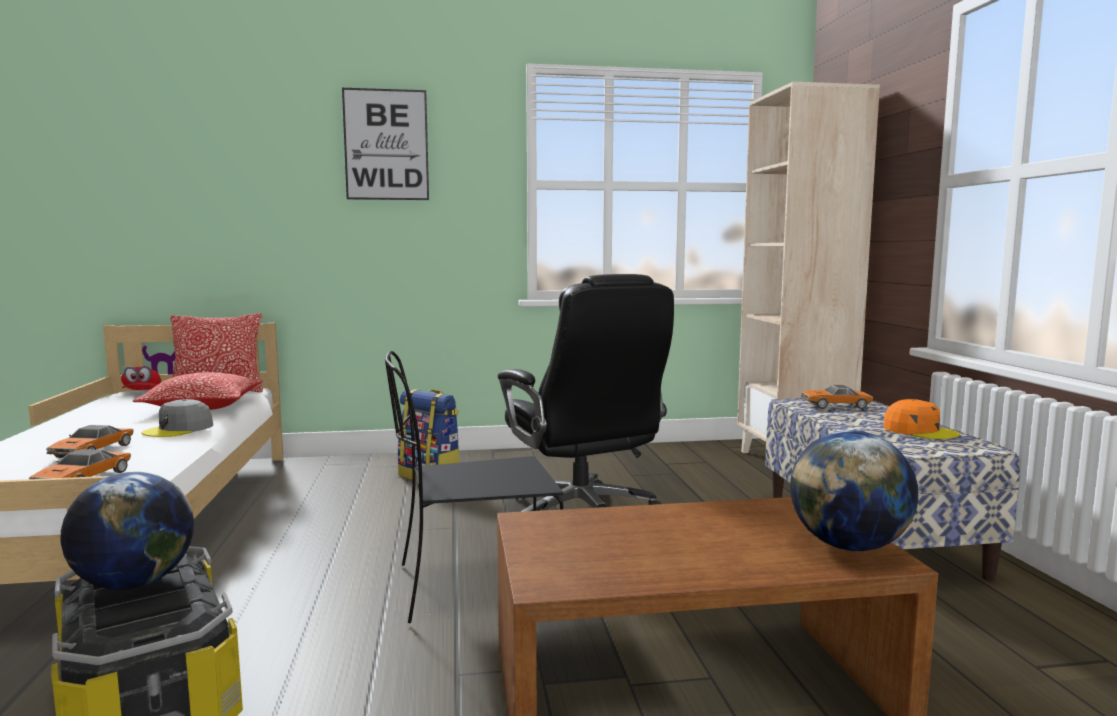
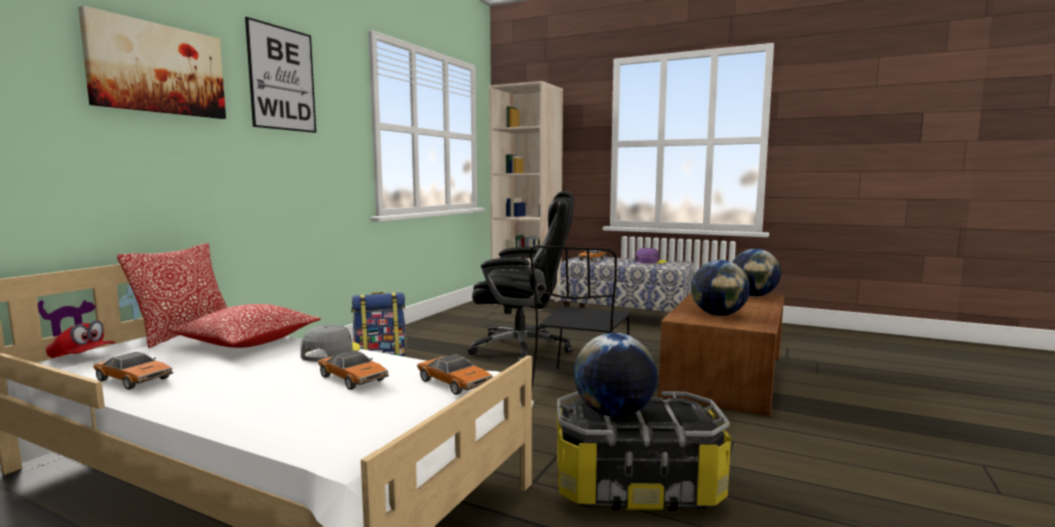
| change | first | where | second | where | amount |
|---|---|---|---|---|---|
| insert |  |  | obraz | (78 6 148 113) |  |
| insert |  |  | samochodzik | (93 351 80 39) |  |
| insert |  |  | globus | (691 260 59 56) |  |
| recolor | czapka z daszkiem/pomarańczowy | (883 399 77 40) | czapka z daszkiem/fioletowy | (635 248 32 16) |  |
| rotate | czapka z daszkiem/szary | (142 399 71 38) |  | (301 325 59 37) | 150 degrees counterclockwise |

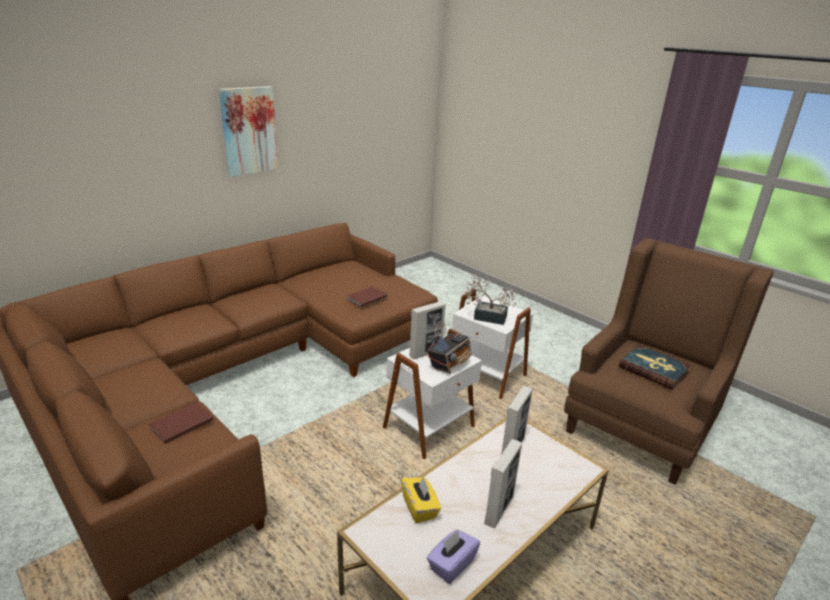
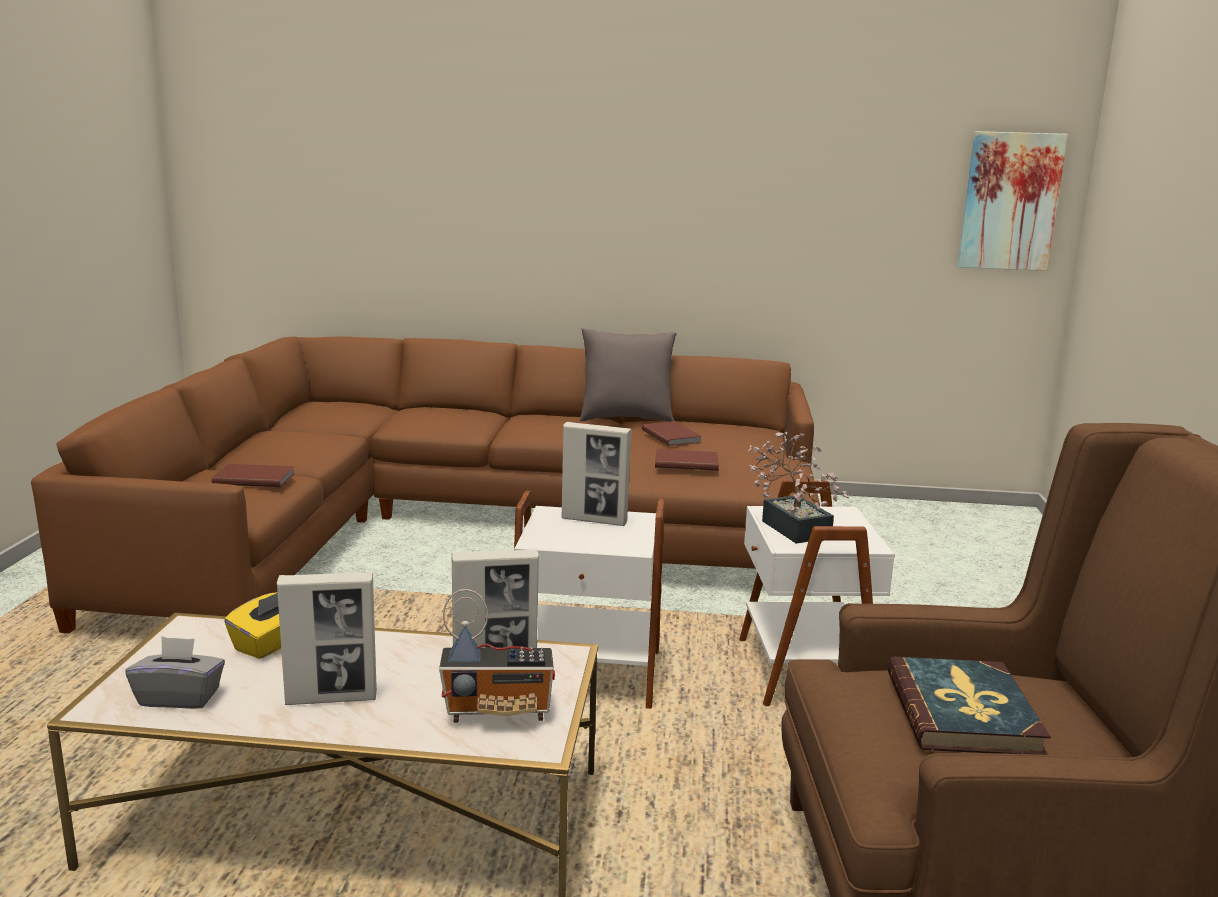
| change | first | where | second | where | amount |
|---|---|---|---|---|---|
| insert |  |  | poduszka/szary | (580 328 97 94) |  |
| insert |  |  | książka/brązowy | (642 421 60 25) |  |
| move | obraz | (219 86 59 91) |  | (957 131 111 140) |  |
| move | radio | (427 321 45 52) |  | (439 589 116 134) |  |
| recolor | pudełko chusteczek/fioletowy | (427 529 53 55) | pudełko chusteczek/szary | (125 637 100 72) |  |

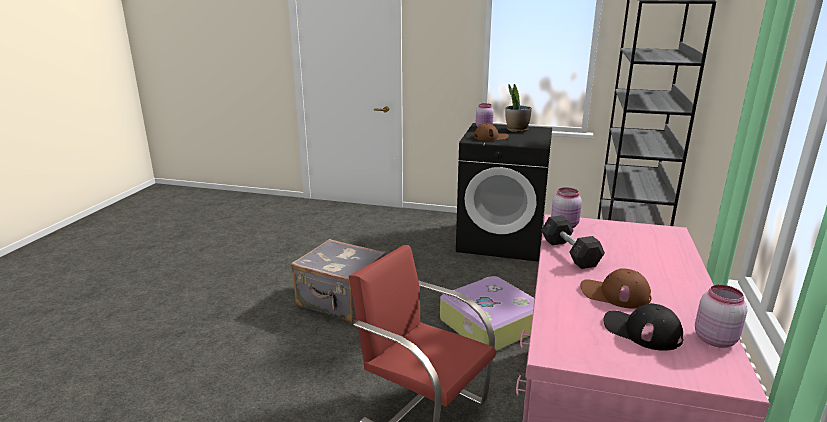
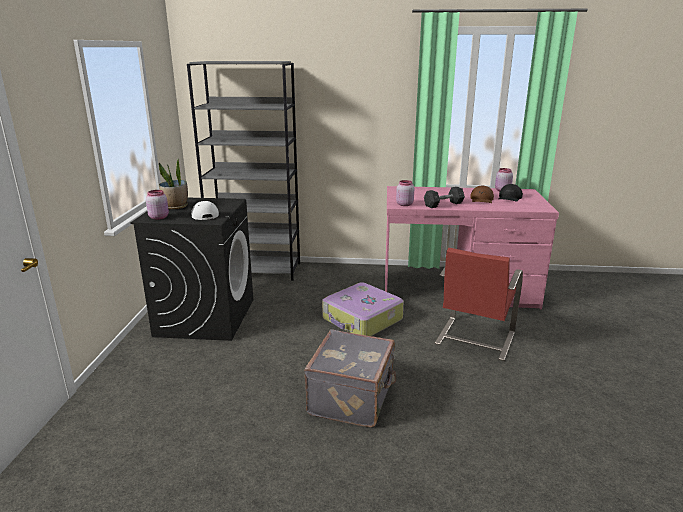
| change | first | where | second | where | amount |
|---|---|---|---|---|---|
| recolor | czapka z daszkiem/brązowy | (474 124 35 17) | czapka z daszkiem/biały | (191 201 28 19) |  |

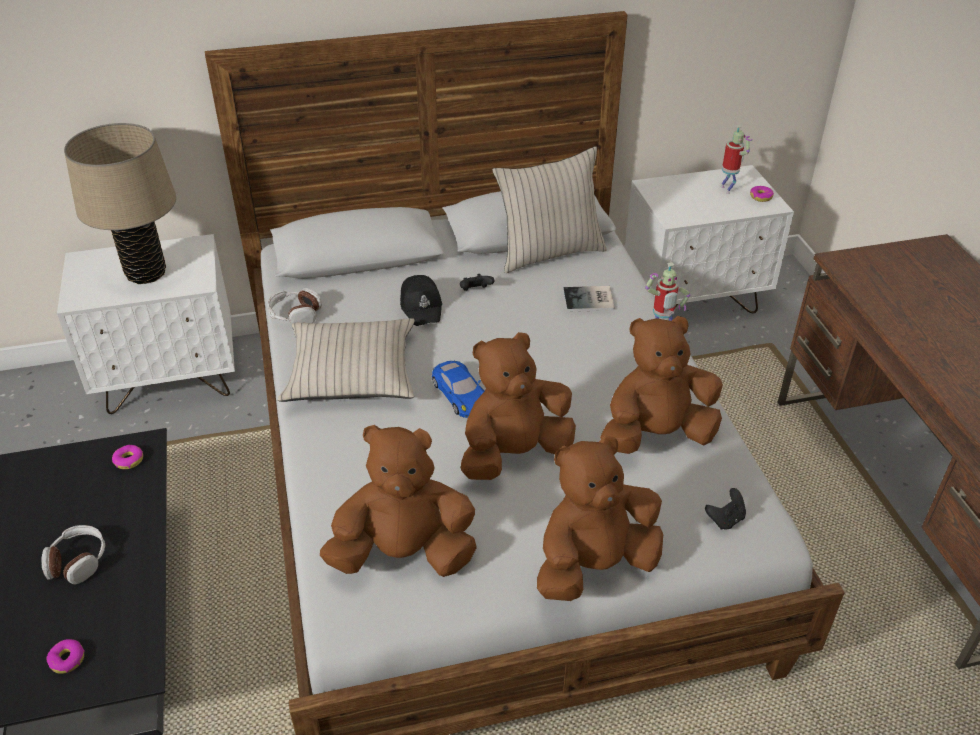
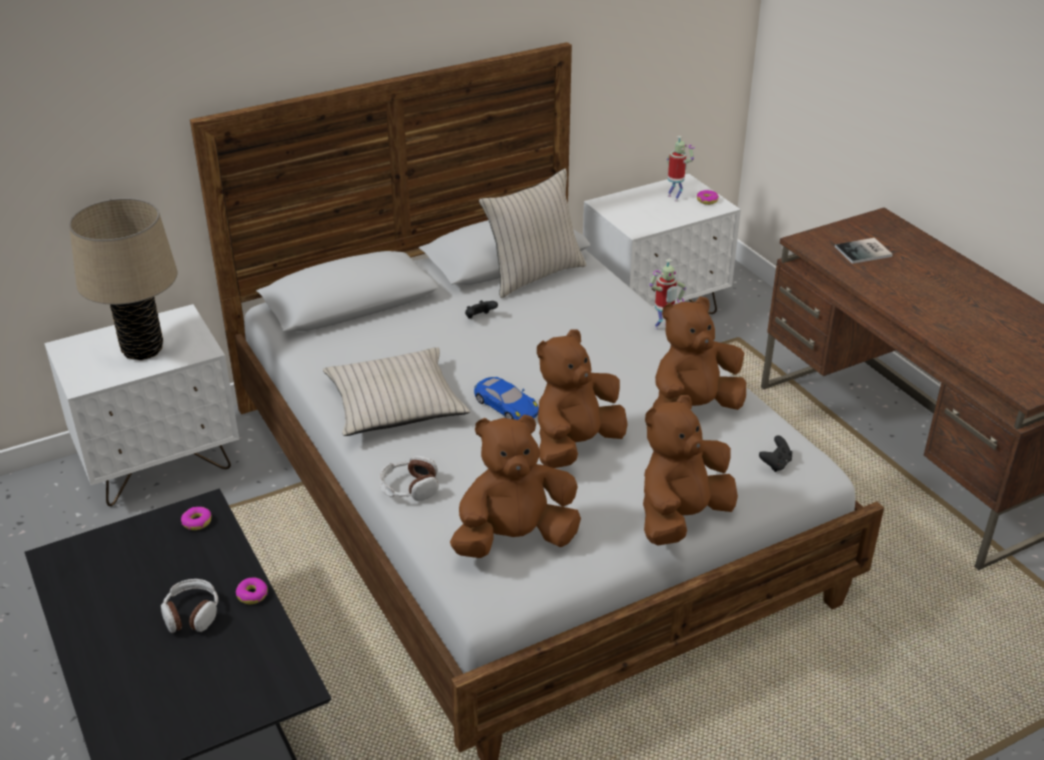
| change | first | where | second | where | amount |
|---|---|---|---|---|---|
| delete | czapka z daszkiem/czarny | (400 275 42 51) |  |  |  |
| move | donut | (46 639 39 35) |  | (236 578 32 26) |  |
| move | słuchawki | (268 288 54 36) |  | (380 456 59 45) |  |
| move | książka | (563 286 52 26) |  | (835 238 58 26) |  |

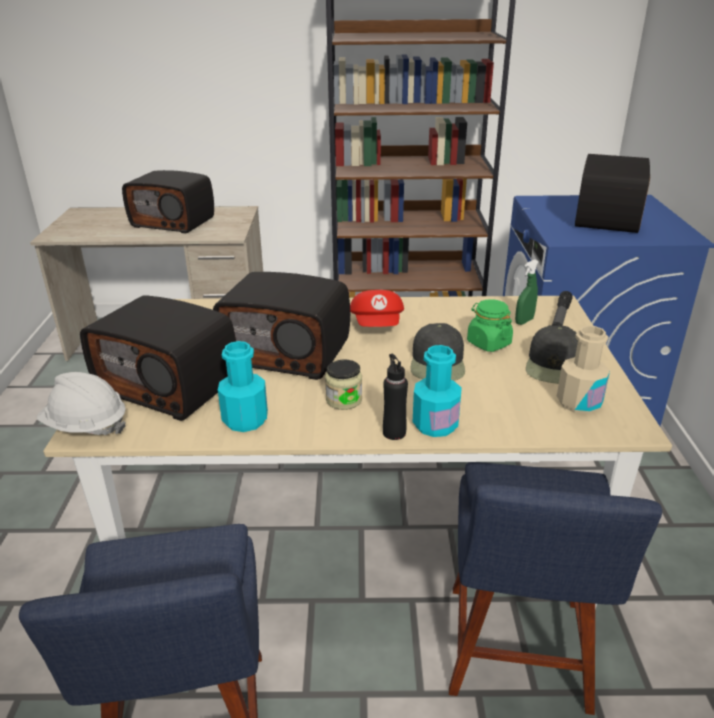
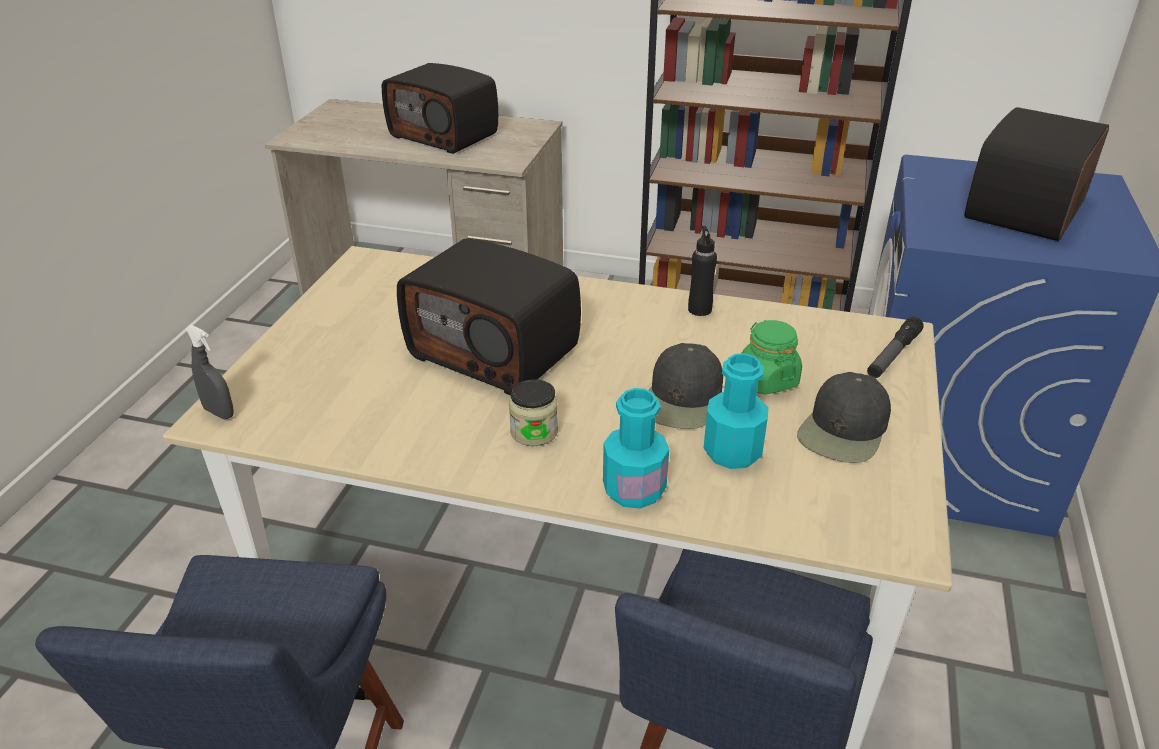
| change | first | where | second | where | amount |
|---|---|---|---|---|---|
| delete | radio | (80 295 156 126) |  |  |  |
| delete | czapka z daszkiem/czerwony | (350 290 54 37) |  |  |  |
| delete | spryskiwacz/zielony | (515 259 23 66) |  |  |  |
| delete | butelka/beżowy | (557 326 53 88) |  |  |  |
| move | butelka/turkusowy | (218 341 50 91) |  | (703 353 66 116) |  |
| move | butelka/czarny | (383 354 25 86) |  | (688 226 29 90) |  |
| replace | kask/biały | (37 372 89 63) | spryskiwacz/szary | (185 325 49 94) |  |

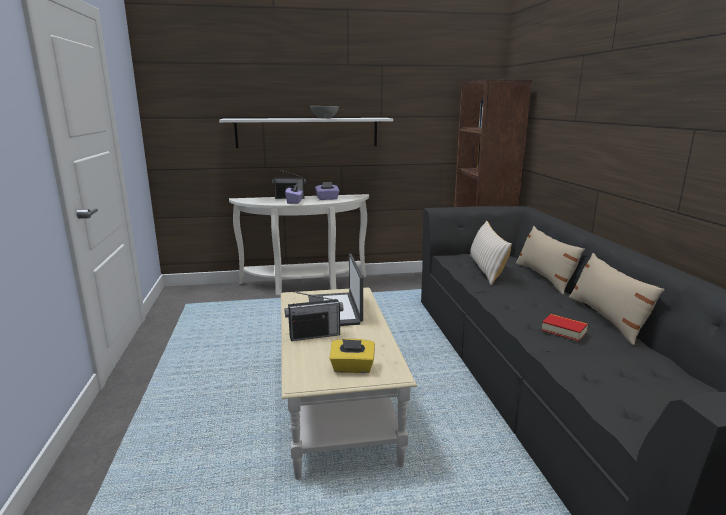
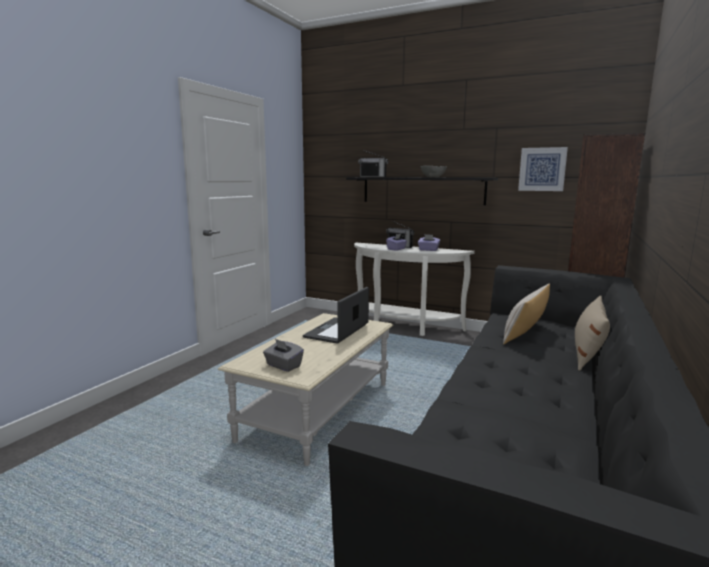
| change | first | where | second | where | amount |
|---|---|---|---|---|---|
| delete | książka | (541 314 47 27) |  |  |  |
| delete | poduszka/beżowy | (569 253 96 92) |  |  |  |
| insert |  |  | obraz | (518 147 50 44) |  |
| move | radio | (285 291 58 50) |  | (358 150 30 27) |  |
| recolor | półka/biały | (219 118 174 30) | półka/czarny | (346 177 152 28) |  |
| recolor | pudełko chusteczek/żółty | (330 338 45 35) | pudełko chusteczek/szary | (263 339 41 33) |  |

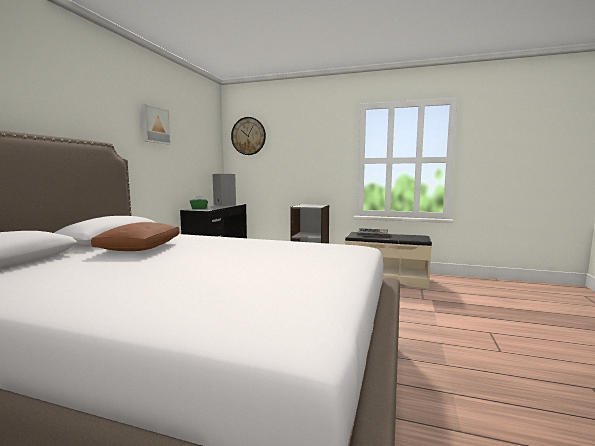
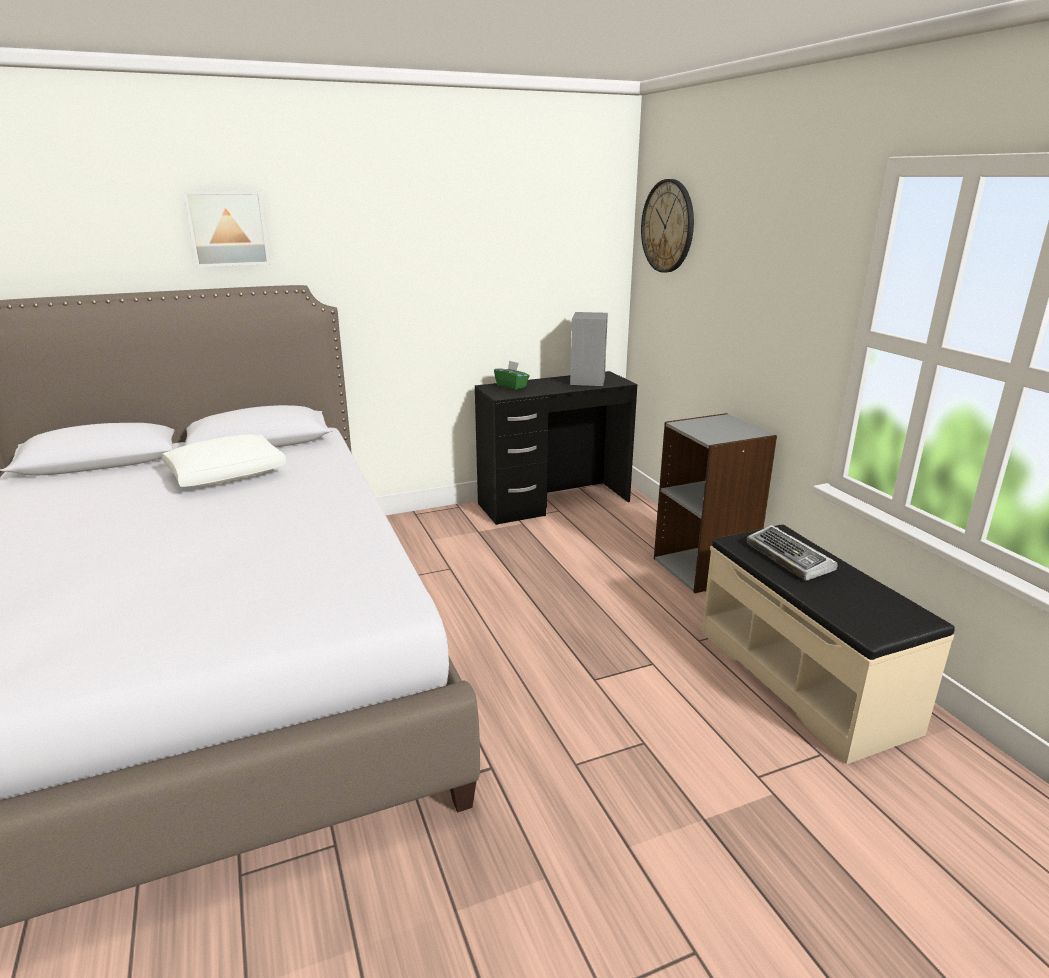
| change | first | where | second | where | amount |
|---|---|---|---|---|---|
| move | obraz | (141 104 30 41) |  | (184 191 86 76) |  |
| recolor | poduszka/brązowy | (91 222 88 29) | poduszka/biały | (162 434 124 53) |  |

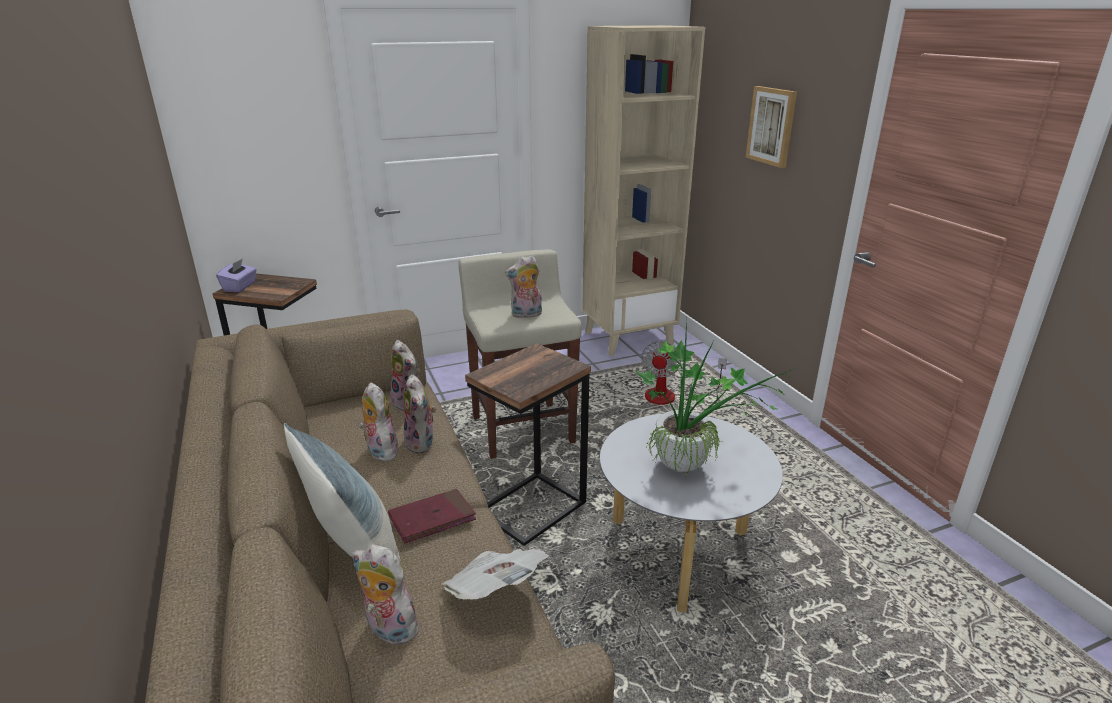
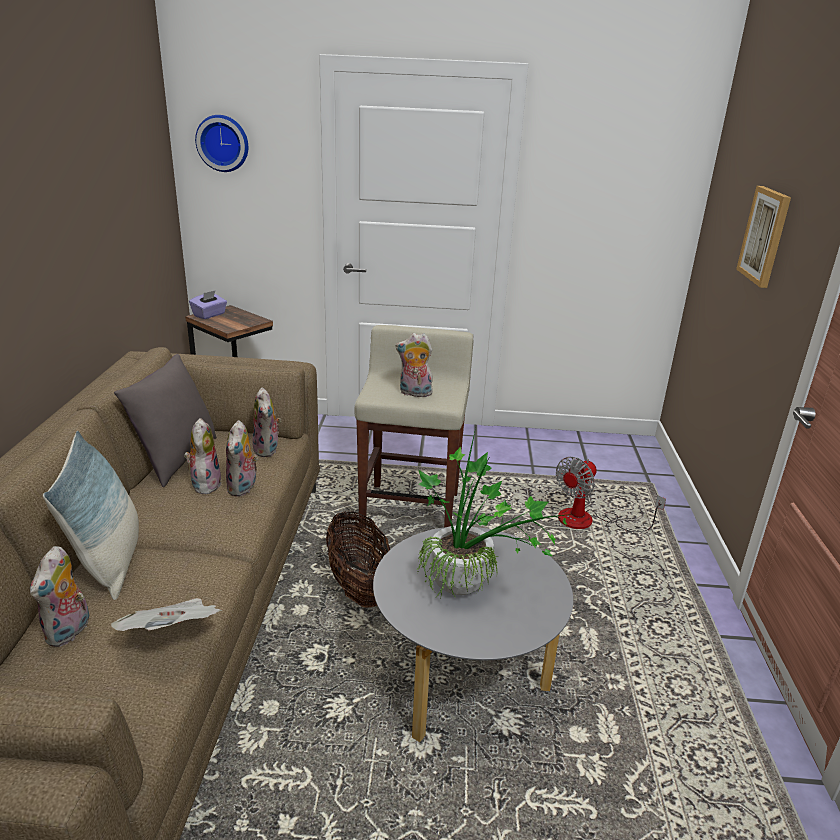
| change | first | where | second | where | amount |
|---|---|---|---|---|---|
| delete | książka/czerwony | (388 489 88 54) |  |  |  |
| delete | regał/beżowy | (582 25 123 331) |  |  |  |
| insert |  |  | poduszka/szary | (114 354 103 133) |  |
| insert |  |  | zegar ścienny | (195 115 53 57) |  |
| replace | stolik | (465 343 126 203) | koszyk | (326 512 64 96) |  |
| rotate | pluszak | (353 544 65 101) |  | (30 546 59 101) | 135 degrees counterclockwise |

